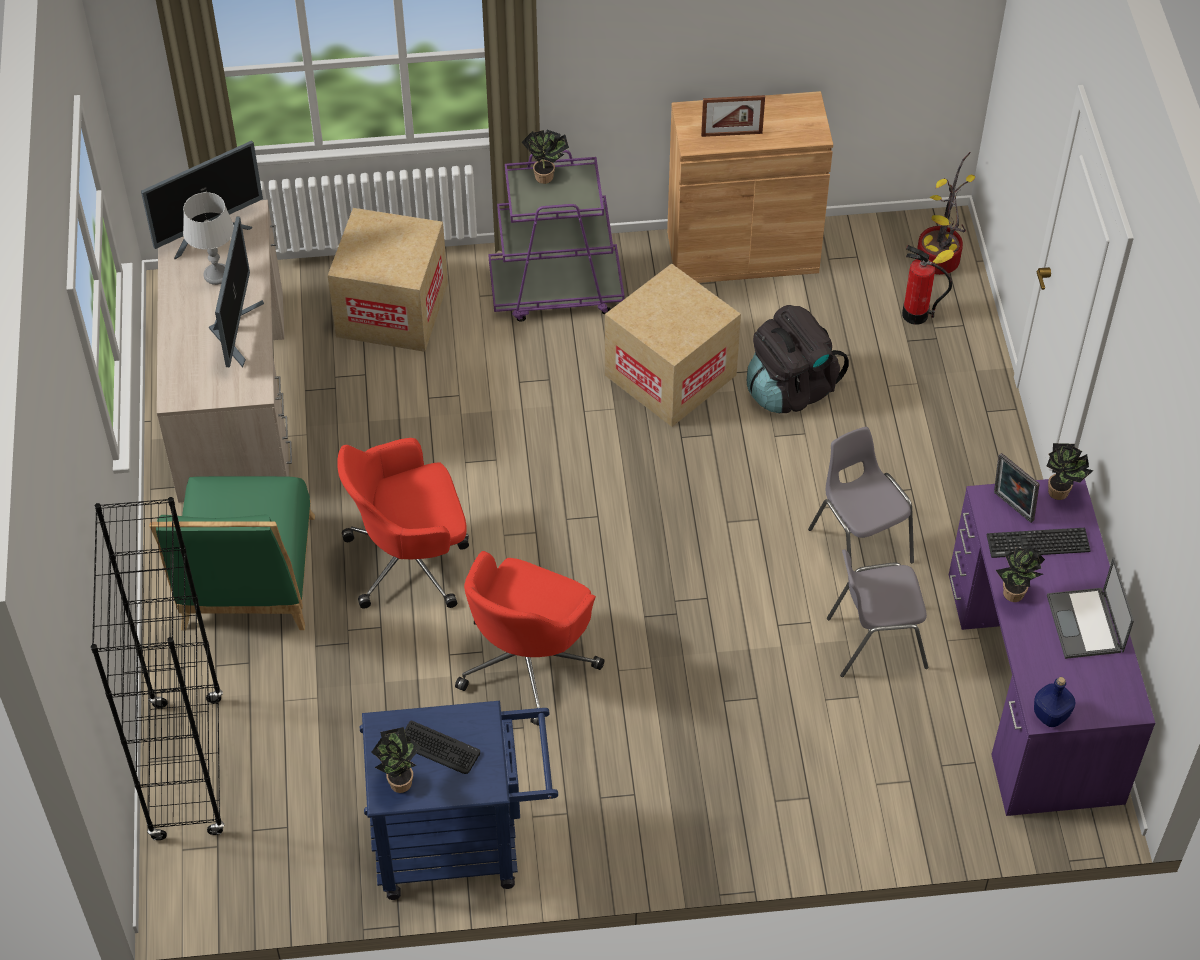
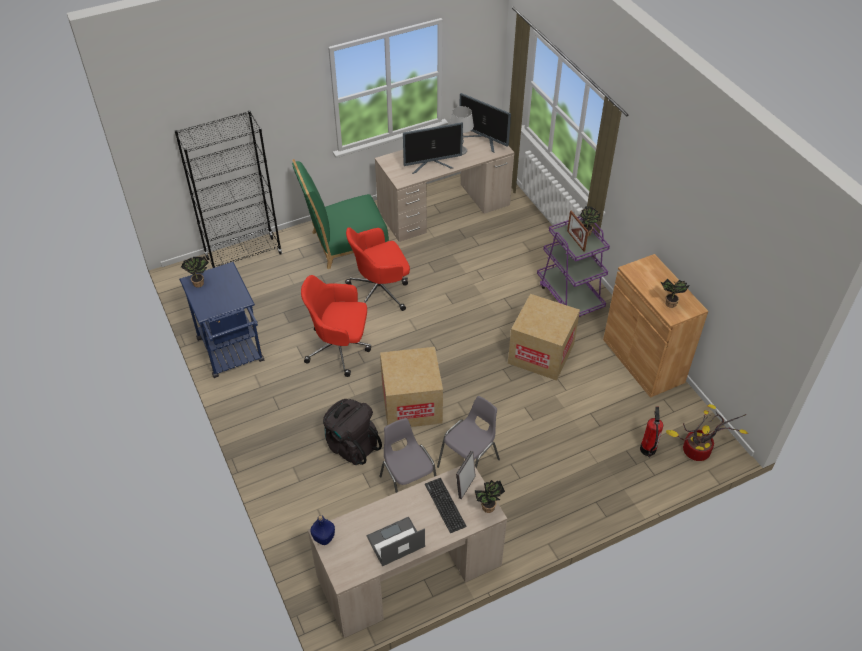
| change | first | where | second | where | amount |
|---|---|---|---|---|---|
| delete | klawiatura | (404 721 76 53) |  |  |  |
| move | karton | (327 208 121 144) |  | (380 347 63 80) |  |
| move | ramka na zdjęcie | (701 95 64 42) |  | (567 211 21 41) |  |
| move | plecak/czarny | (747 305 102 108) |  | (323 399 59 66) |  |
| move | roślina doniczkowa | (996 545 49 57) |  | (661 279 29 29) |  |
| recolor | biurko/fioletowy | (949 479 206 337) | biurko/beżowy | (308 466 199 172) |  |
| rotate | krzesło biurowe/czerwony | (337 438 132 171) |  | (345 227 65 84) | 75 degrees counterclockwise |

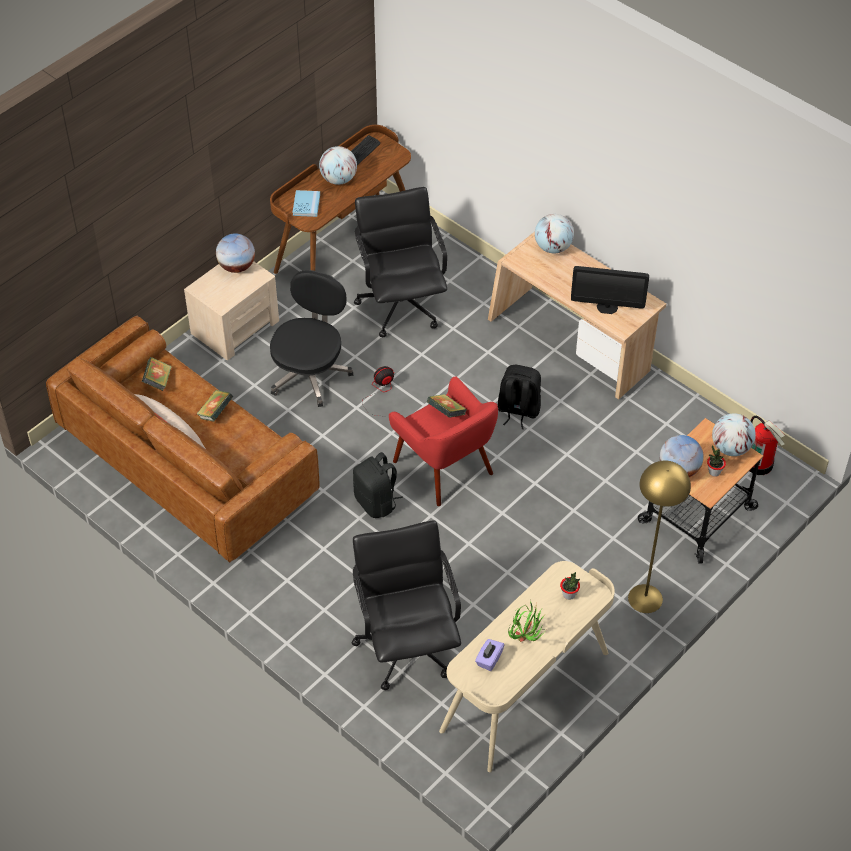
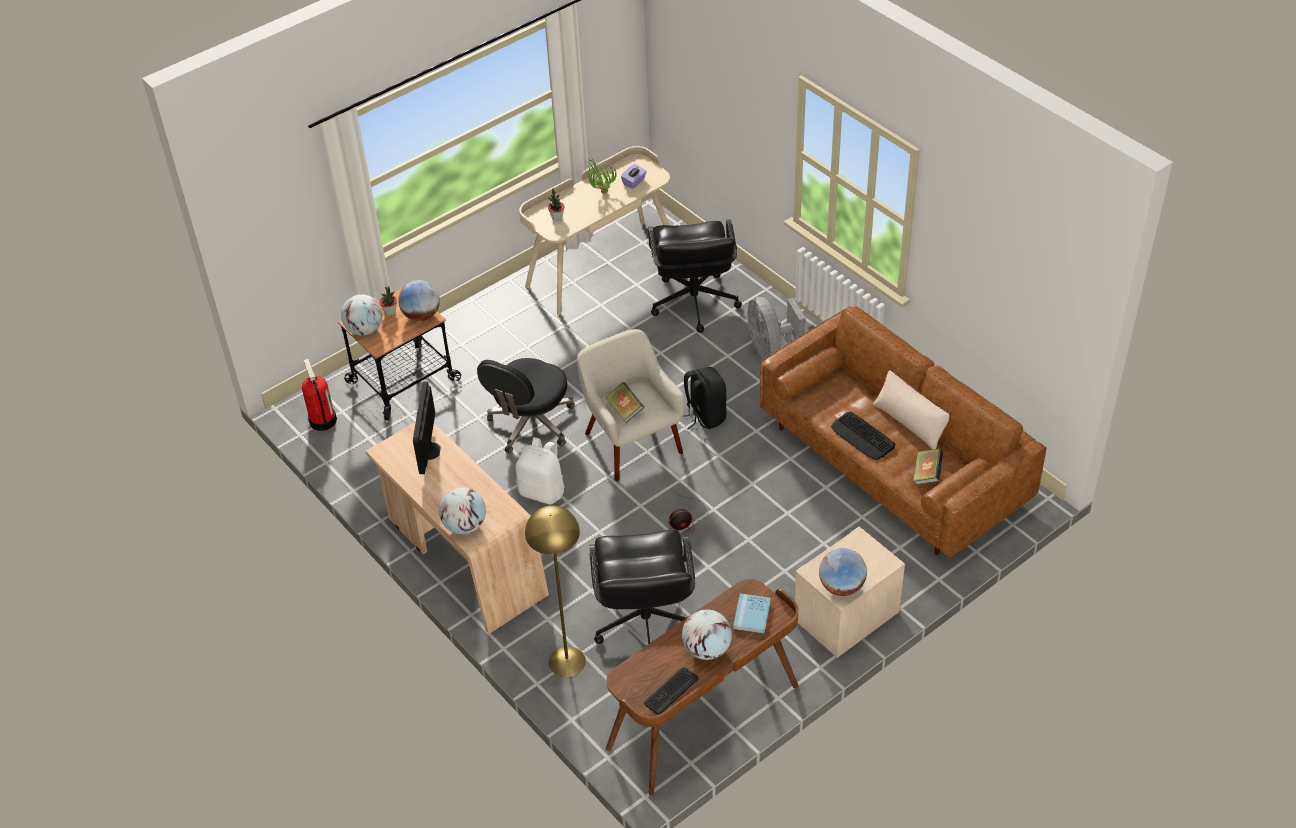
| change | first | where | second | where | amount |
|---|---|---|---|---|---|
| insert |  |  | wentylator/szary | (747 297 59 63) |  |
| move | krzesło biurowe/czarny | (270 270 83 137) |  | (477 358 98 96) |  |
| move | lampa stojąca/żółty | (628 461 63 152) |  | (525 506 61 171) |  |
| replace | książka | (197 390 36 32) | klawiatura | (831 412 64 48) |  |
| recolor | fotel/czerwony | (389 376 109 130) | fotel/beżowy | (577 329 108 152) |  |
| recolor | plecak/czarny | (498 365 43 64) | plecak/biały | (516 437 49 67) |  |
| rotate | monitor | (571 266 78 48) |  | (413 382 28 92) | 105 degrees counterclockwise |

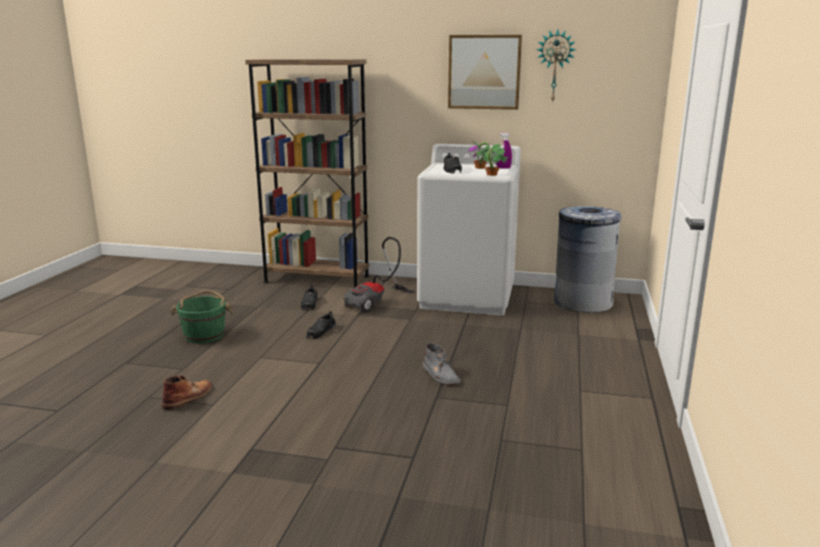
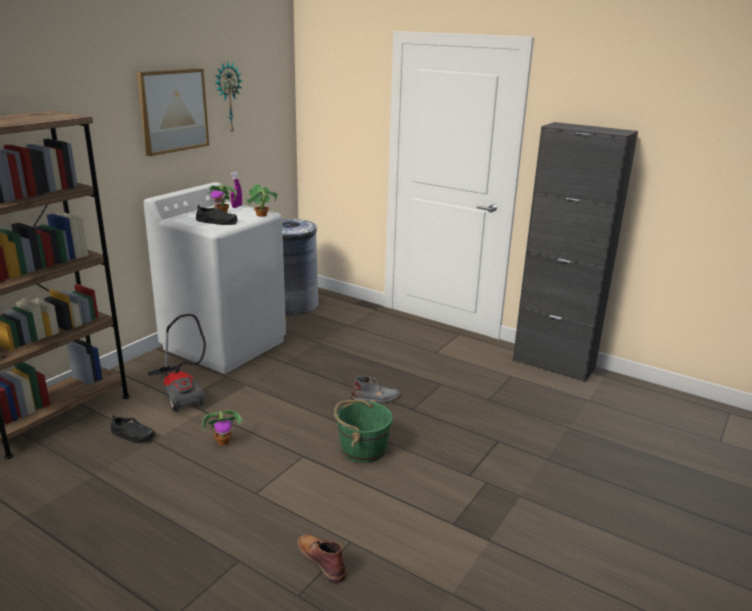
| change | first | where | second | where | amount |
|---|---|---|---|---|---|
| insert |  |  | szafka/czarny | (513 122 125 261) |  |
| move | wiadro/zielony | (170 290 64 53) |  | (334 400 59 63) |  |
| replace | but/czarny | (306 311 30 28) | roślina doniczkowa | (201 410 42 35) |  |

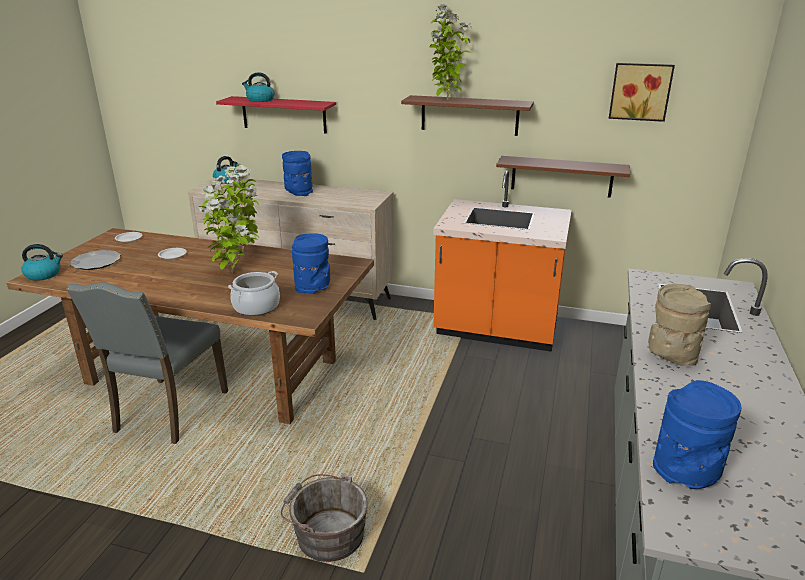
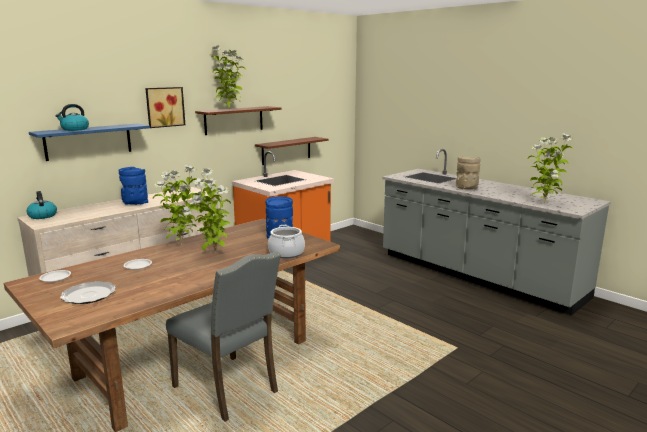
| change | first | where | second | where | amount |
|---|---|---|---|---|---|
| delete | czajnik | (21 244 42 37) |  |  |  |
| delete | wiadro/szary | (281 473 87 89) |  |  |  |
| move | obraz | (609 63 66 59) |  | (145 87 40 41) |  |
| replace | wazon/niebieski | (653 380 88 109) | roślina doniczkowa | (528 133 45 71) |  |
| recolor | półka/czerwony | (216 96 120 38) | półka/niebieski | (29 123 121 38) |  |

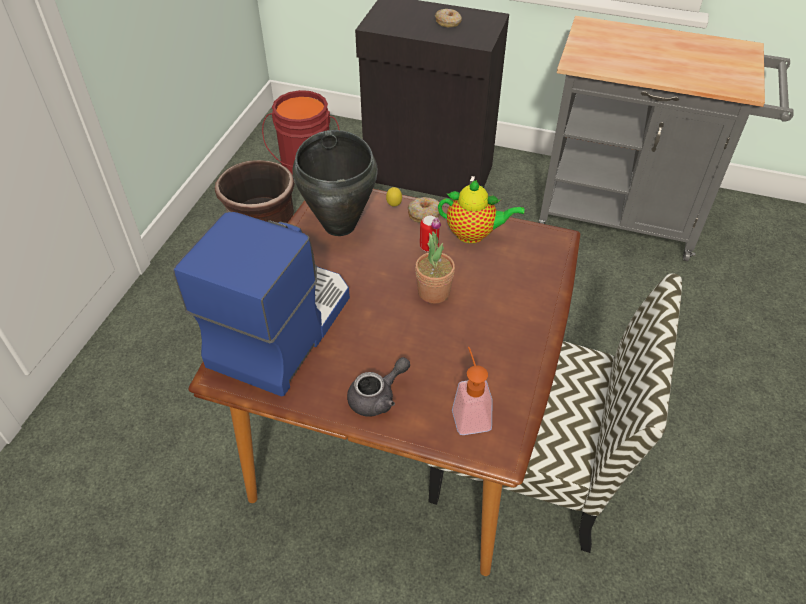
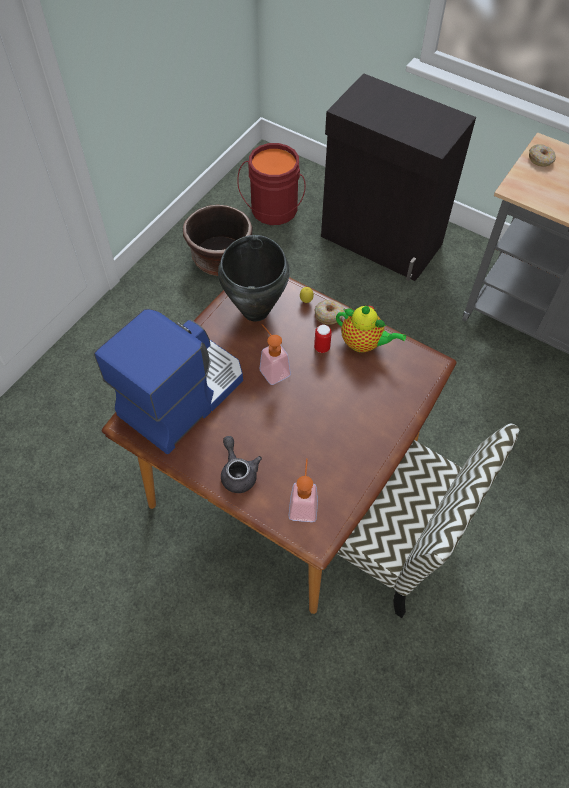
| change | first | where | second | where | amount |
|---|---|---|---|---|---|
| delete | roślina doniczkowa | (415 217 40 87) |  |  |  |
| insert |  |  | dozownik mydła | (259 324 32 61) |  |
| move | donut | (435 9 27 18) |  | (529 144 27 22) |  |
| rotate | imbryk/szary | (347 357 63 60) |  | (221 436 41 57) | 90 degrees counterclockwise |

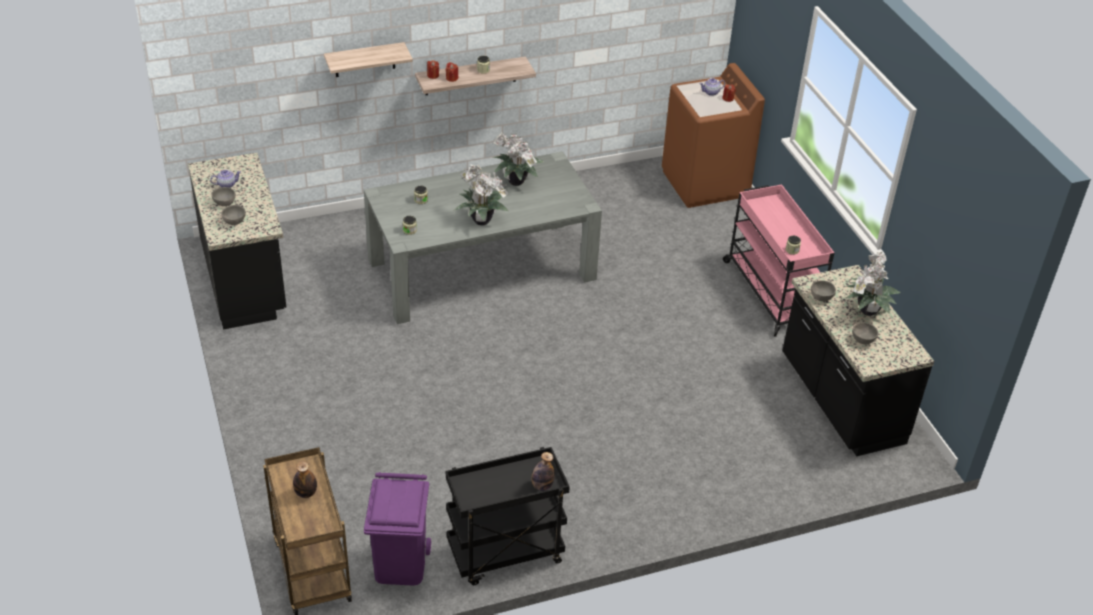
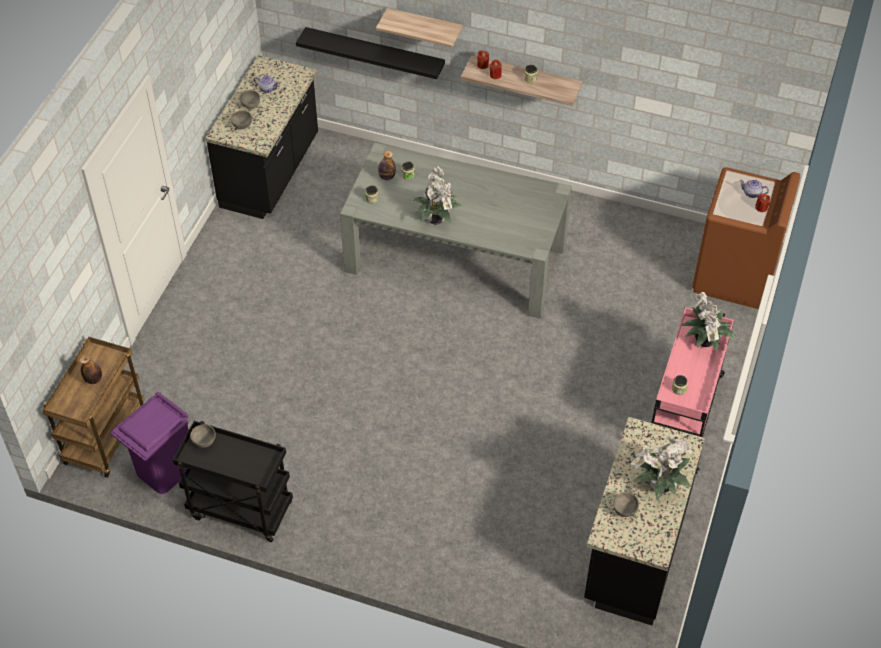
| change | first | where | second | where | amount |
|---|---|---|---|---|---|
| insert |  |  | półka/czarny | (296 27 149 52) |  |
| move | roślina doniczkowa | (492 132 52 54) |  | (680 292 58 60) |  |
| move | butelka | (531 452 24 39) |  | (378 151 18 30) |  |
| move | miska/szary | (811 280 25 21) |  | (190 424 26 24) |  |

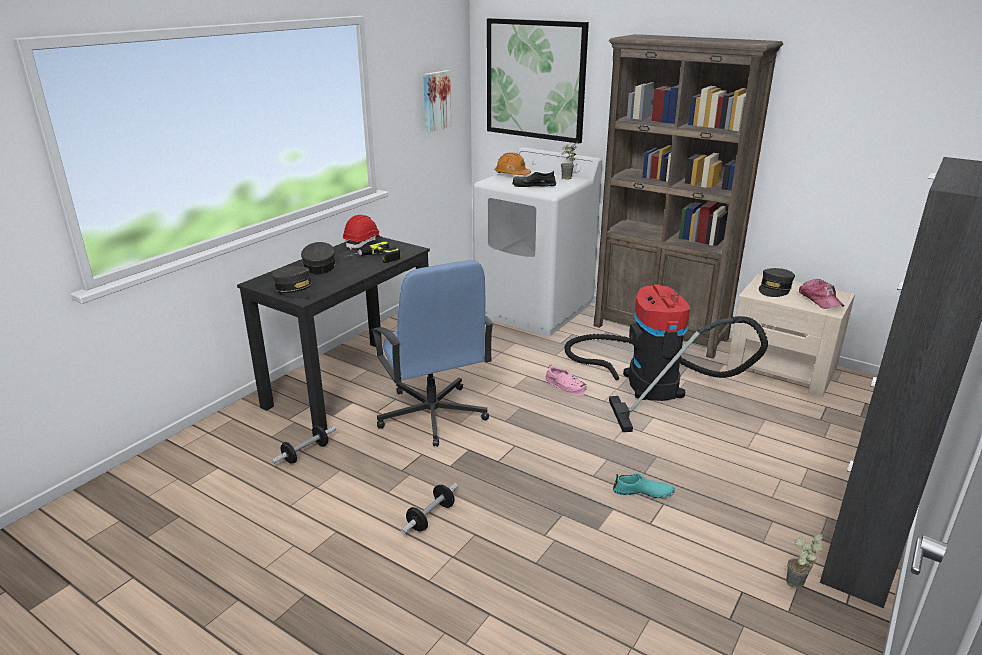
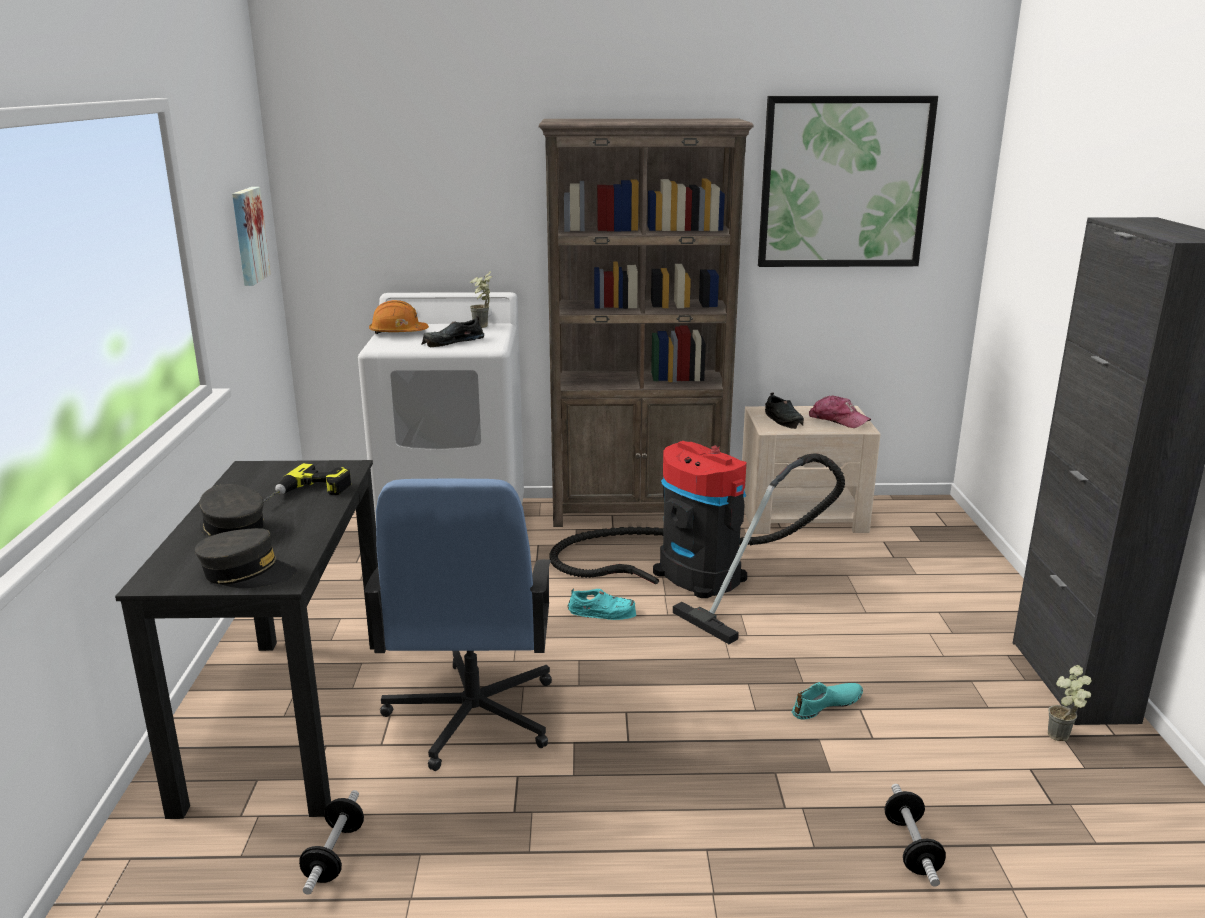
| change | first | where | second | where | amount |
|---|---|---|---|---|---|
| delete | kask/czerwony | (343 215 40 35) |  |  |  |
| move | hantel | (401 483 57 51) |  | (884 784 62 103) |  |
| move | obraz | (487 18 102 125) |  | (758 96 180 171) |  |
| replace | czapka z daszkiem/szary | (759 268 36 29) | but/czarny | (765 393 39 36) |  |
| recolor | but/różowy | (546 365 41 30) | but/turkusowy | (567 588 69 32) |  |
| rotate | krzesło biurowe/niebieski | (371 260 123 187) |  | (364 479 188 292) | 60 degrees clockwise |

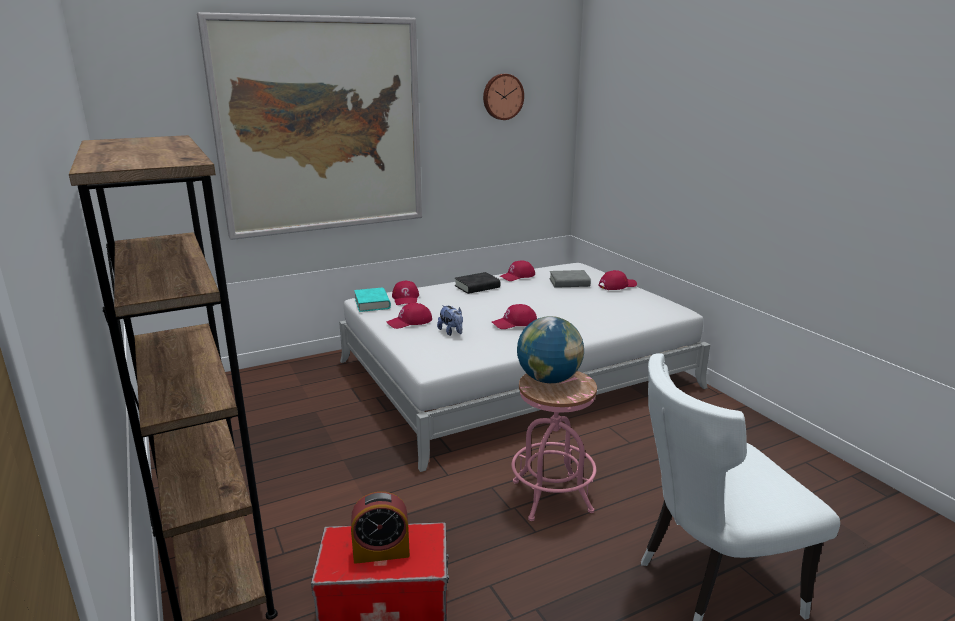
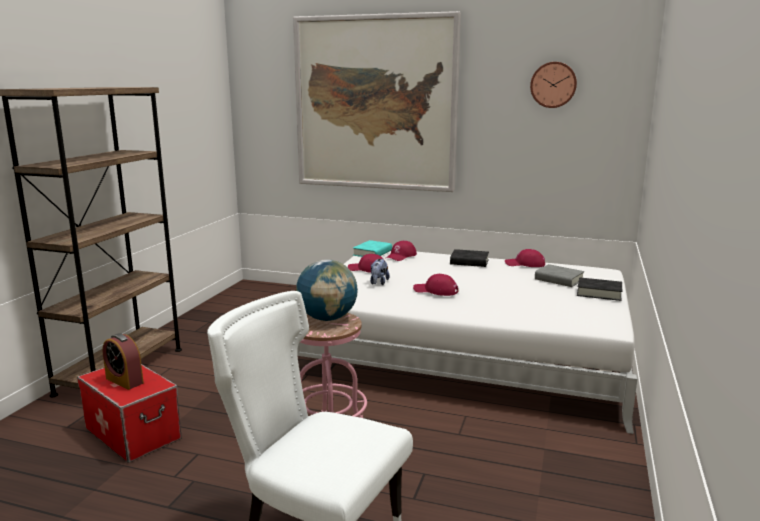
| change | first | where | second | where | amount |
|---|---|---|---|---|---|
| replace | czapka z daszkiem/czerwony | (598 270 39 20) | książka/czarny | (577 277 45 24) |  |

